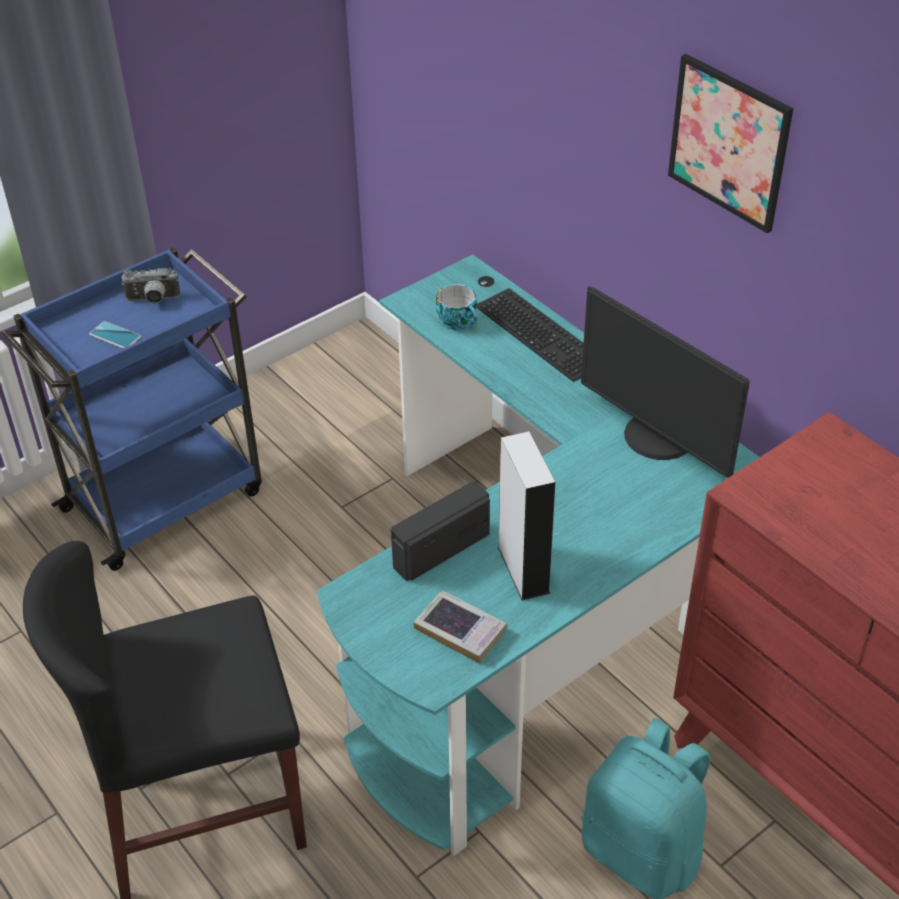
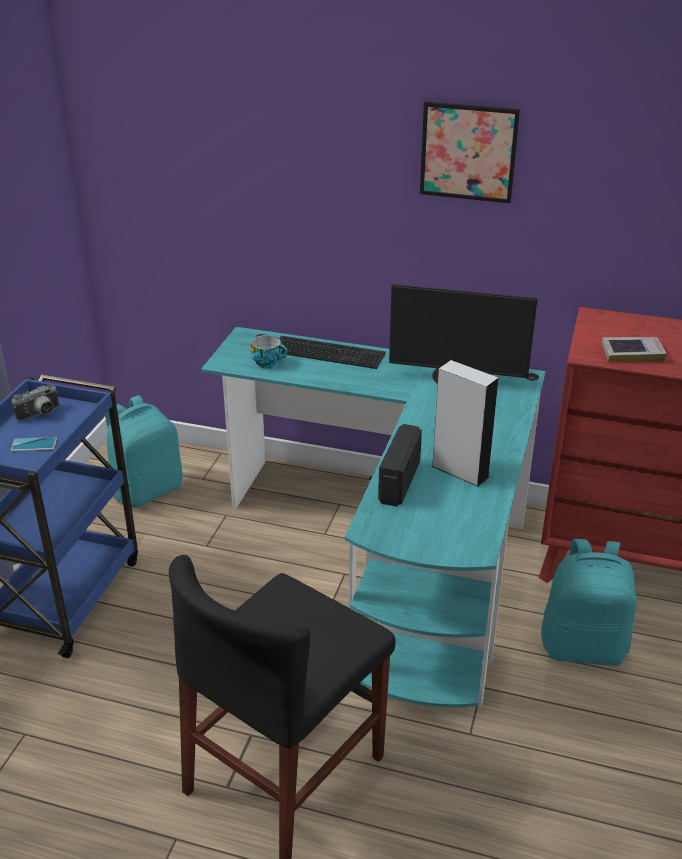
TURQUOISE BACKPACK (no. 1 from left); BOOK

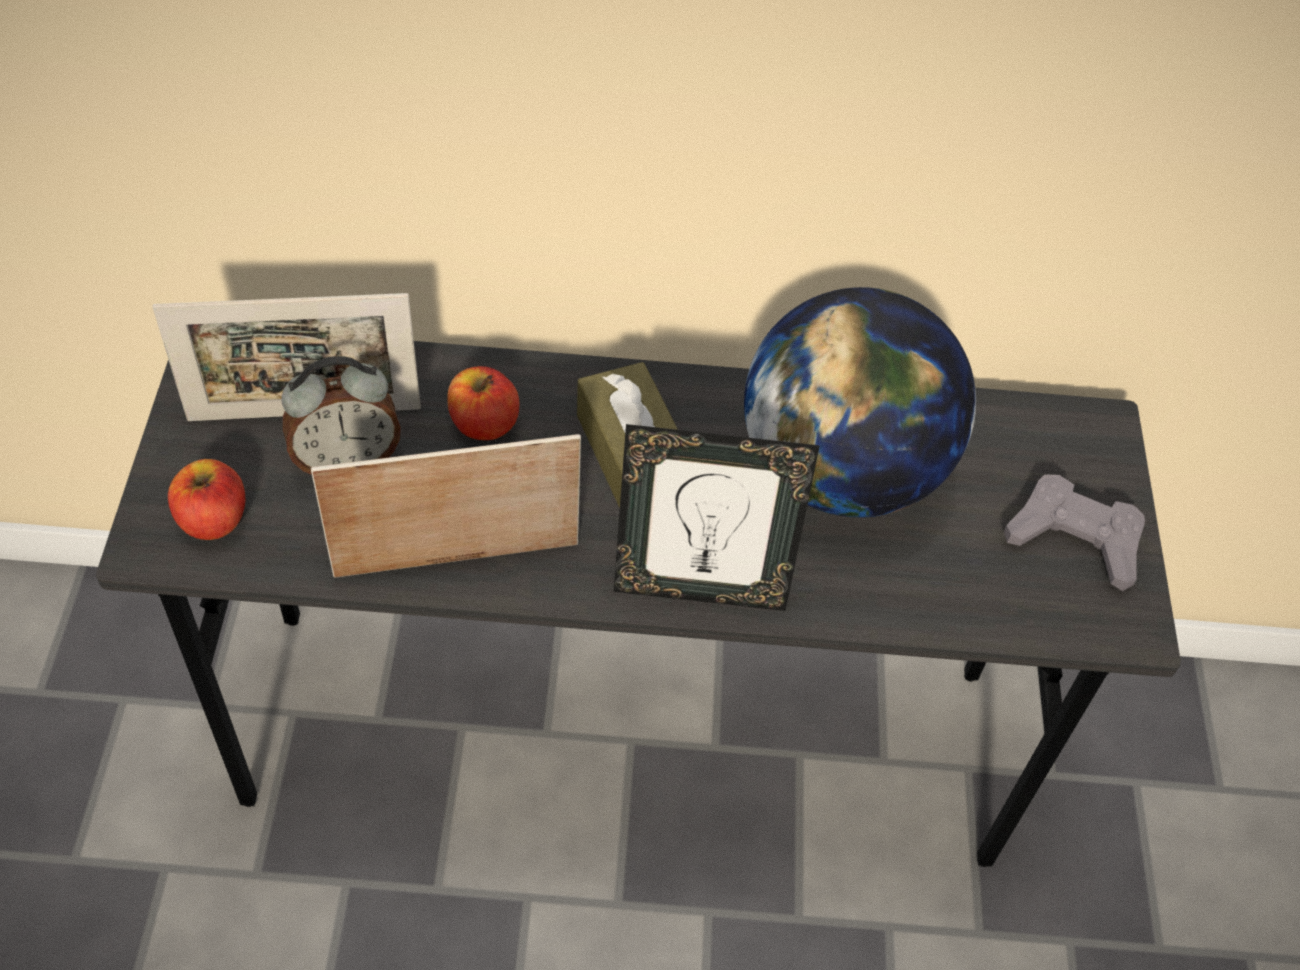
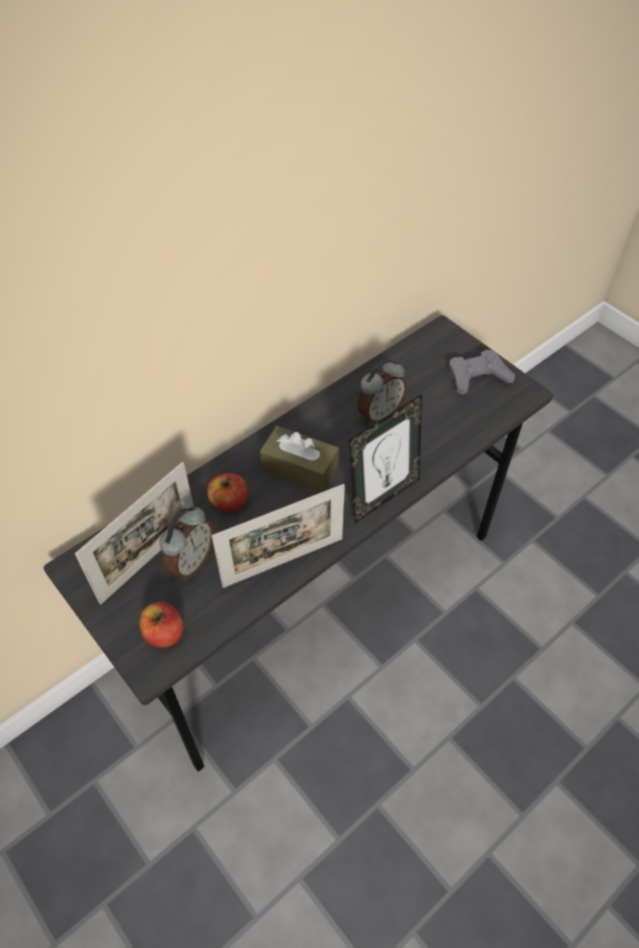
ALARM CLOCK (no. 2 from left); PICTURE FRAME (no. 2 from left)

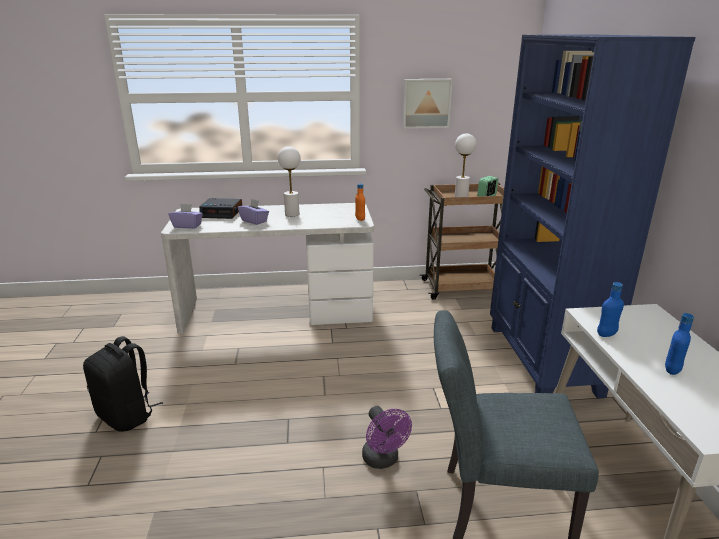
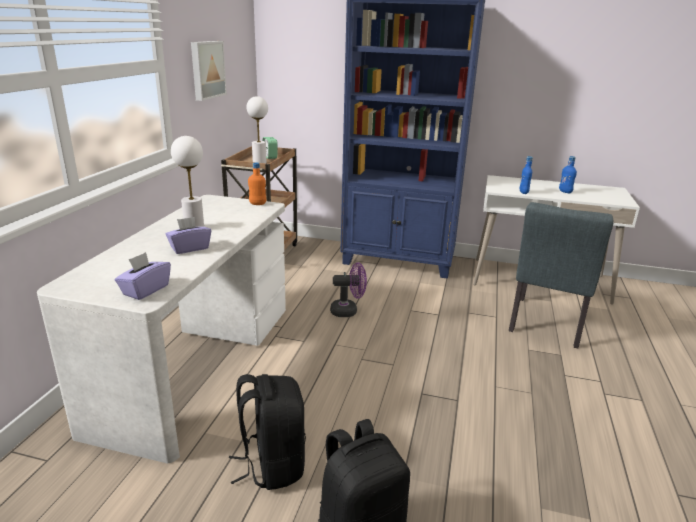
ALARM CLOCK (no. 1 from left in the first image); BLACK BACKPACK (no. 1 from left); PURPLE FAN

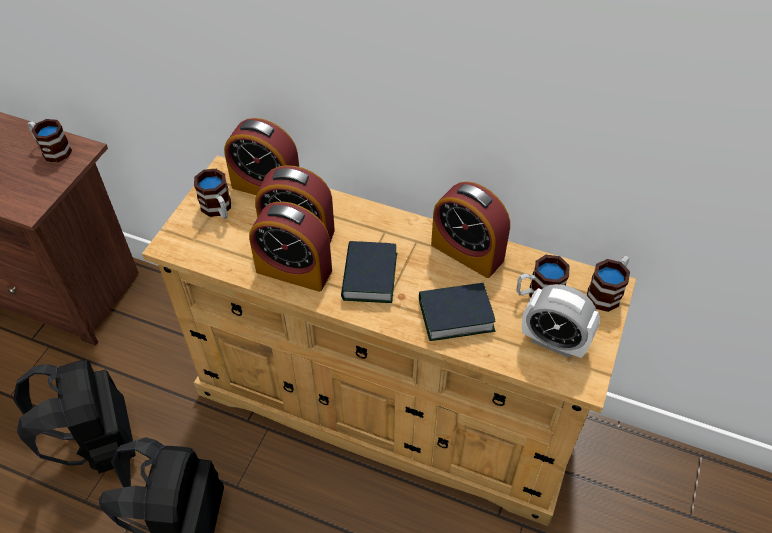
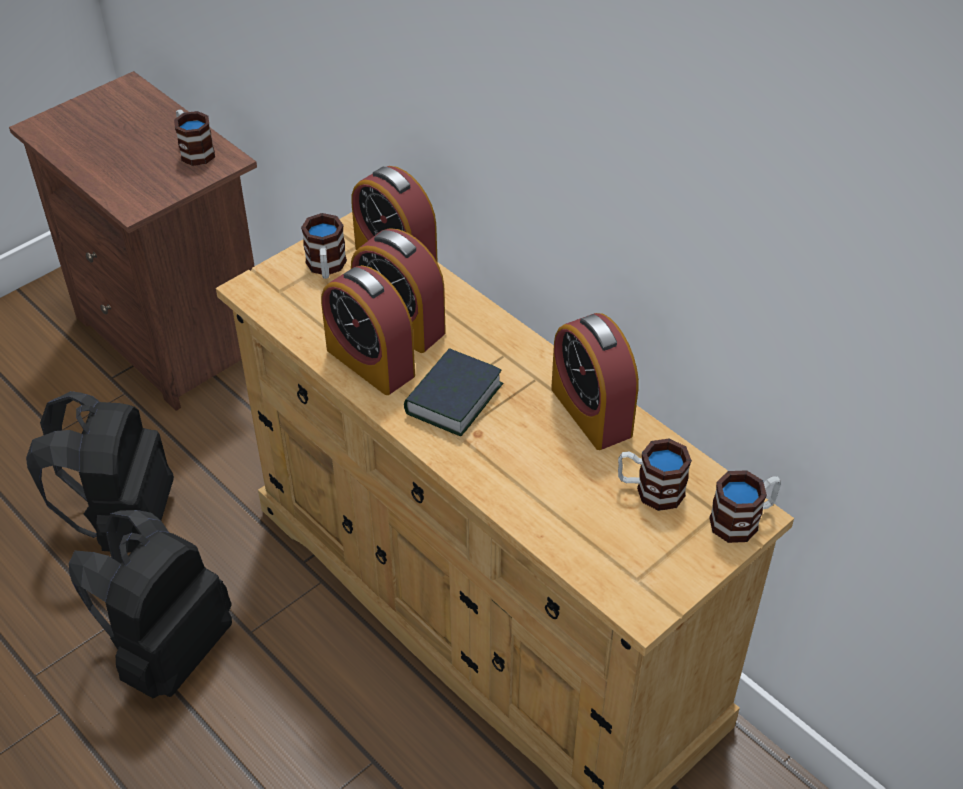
BOOK (no. 2 from left in the first image); ALARM CLOCK (no. 5 from left in the first image)

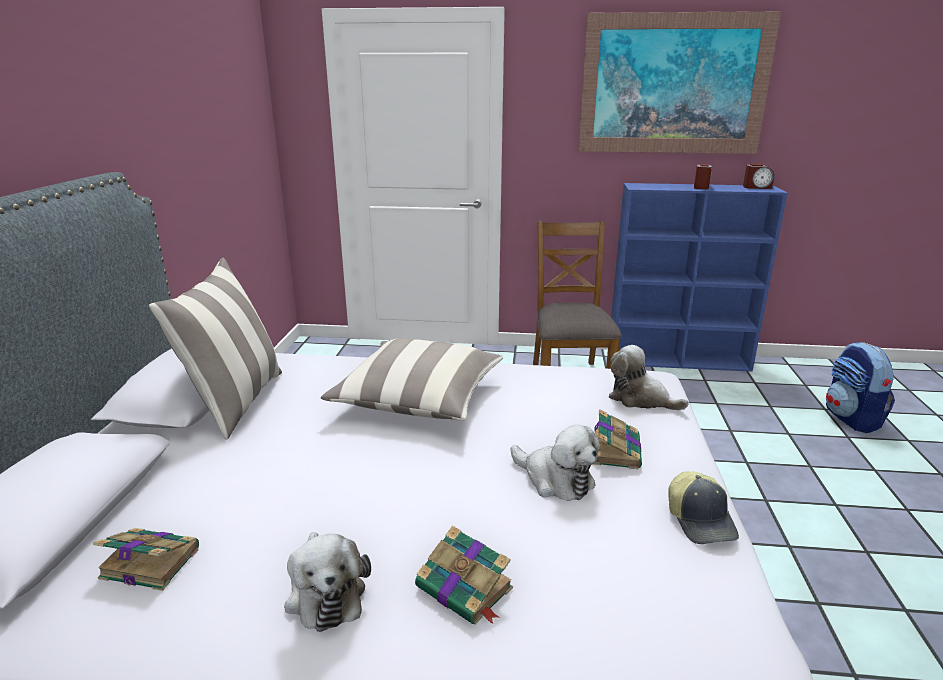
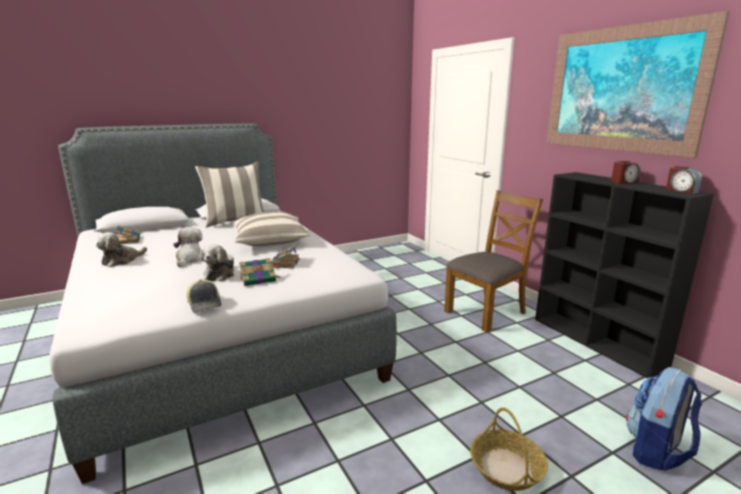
BASKET; BOOK (no. 3 from left); PLUSH TOY (no. 2 from left); BLACK BOOKCASE; CAP

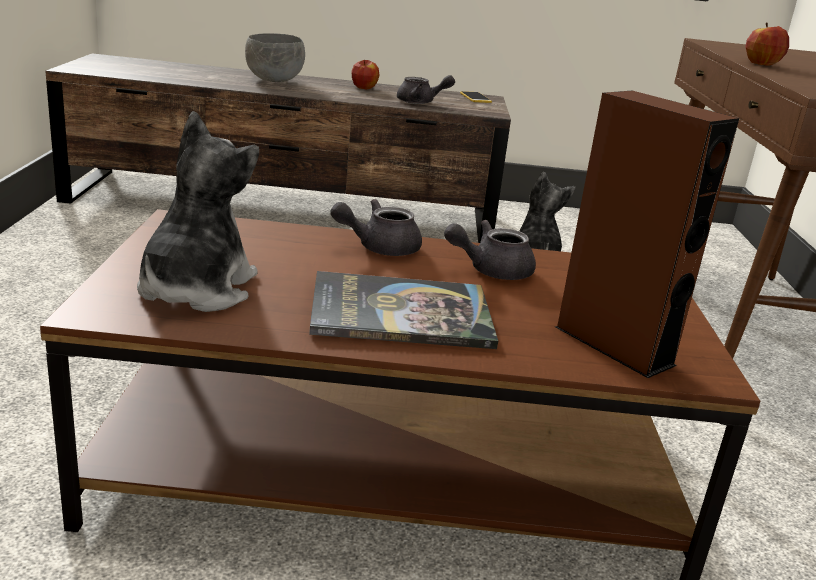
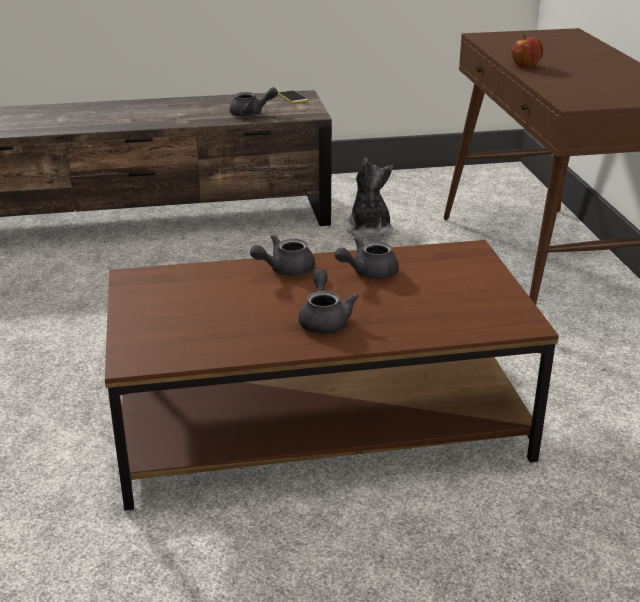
PLUSH TOY (no. 1 from left in the first image); GREY BOWL; APPLE (no. 1 from left in the first image); BROWN SPEAKER; GREY TEAPOT (no. 3 from left)

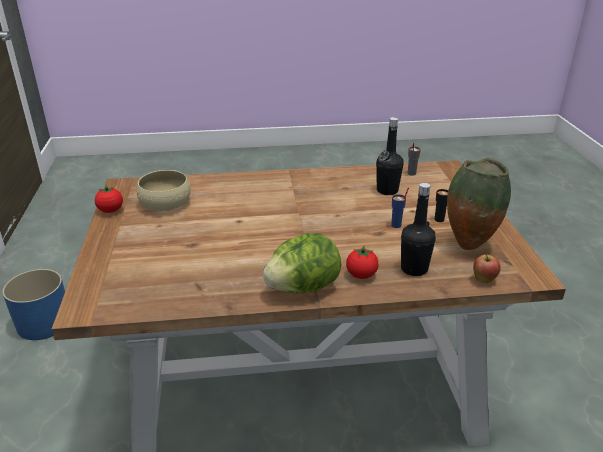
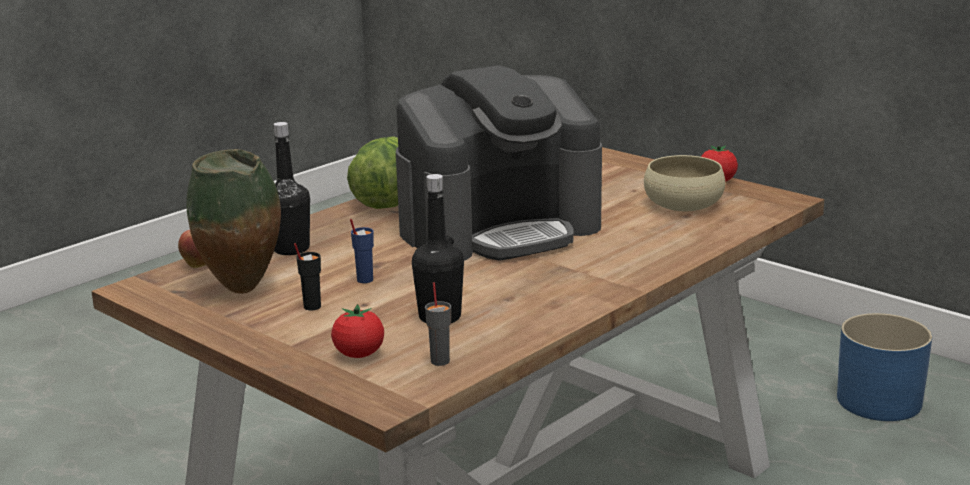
COFFEE MACHINE; TOMATO (no. 1 from left)

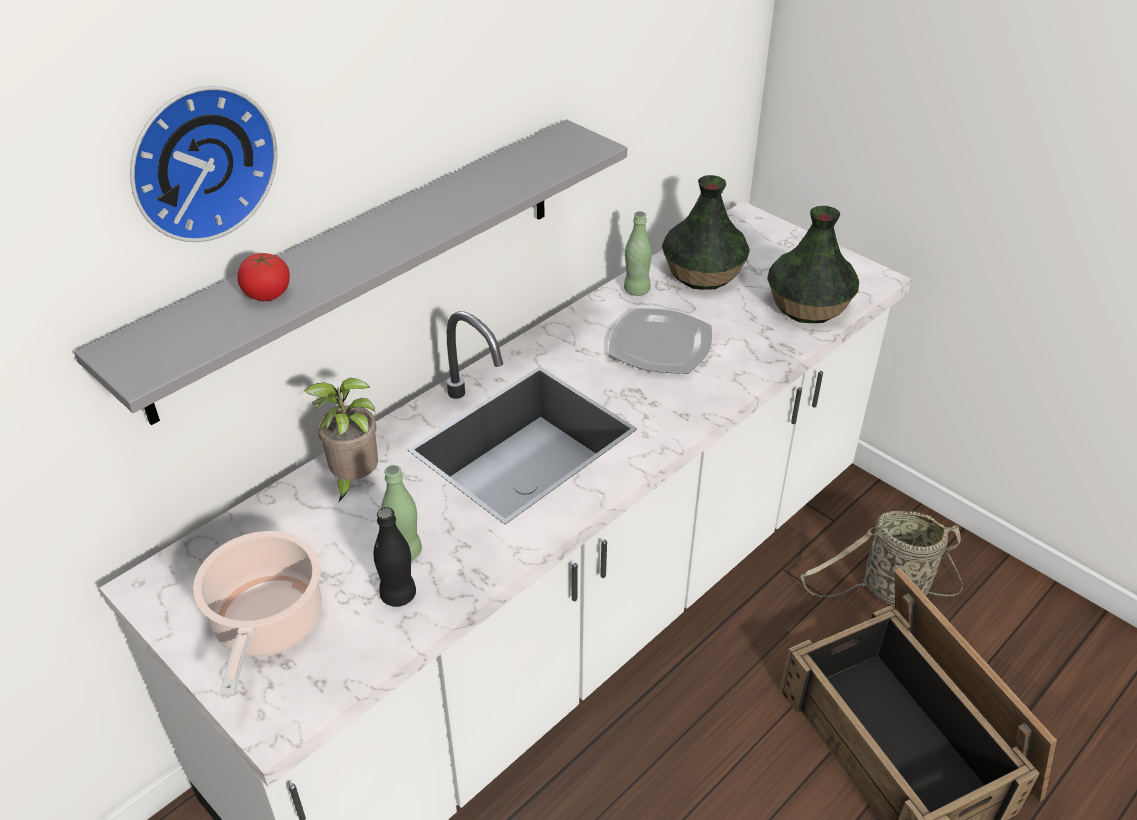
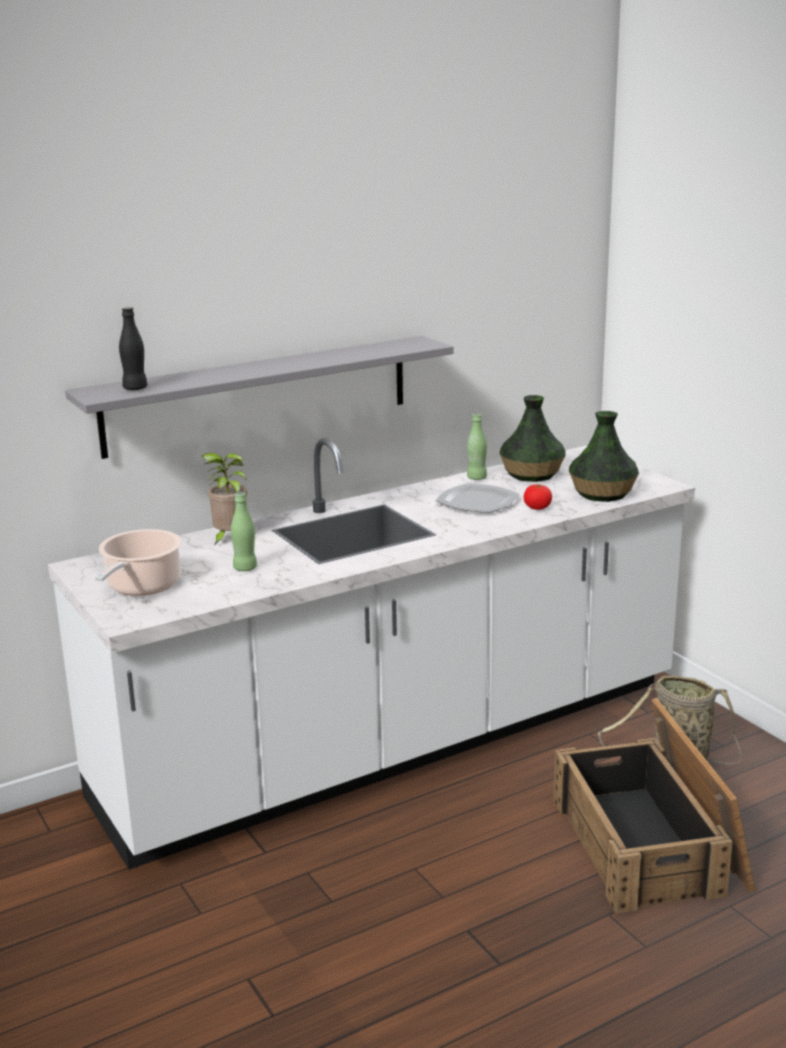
WALL CLOCK; TOMATO; BLACK BOTTLE

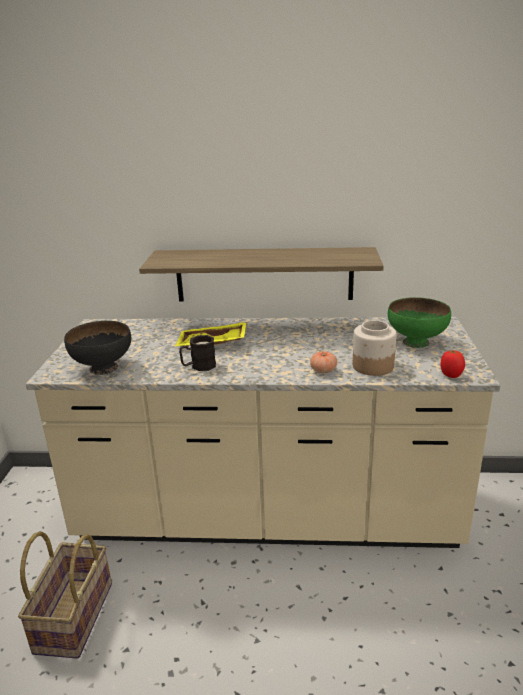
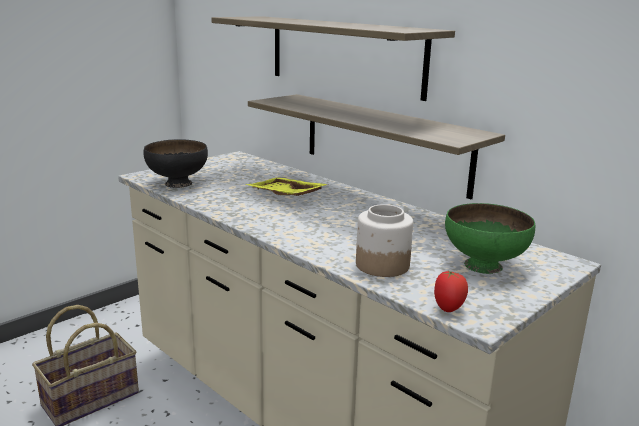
BLACK MUG; TOMATO (no. 1 from left in the first image); SHELF (no. 1 from left)

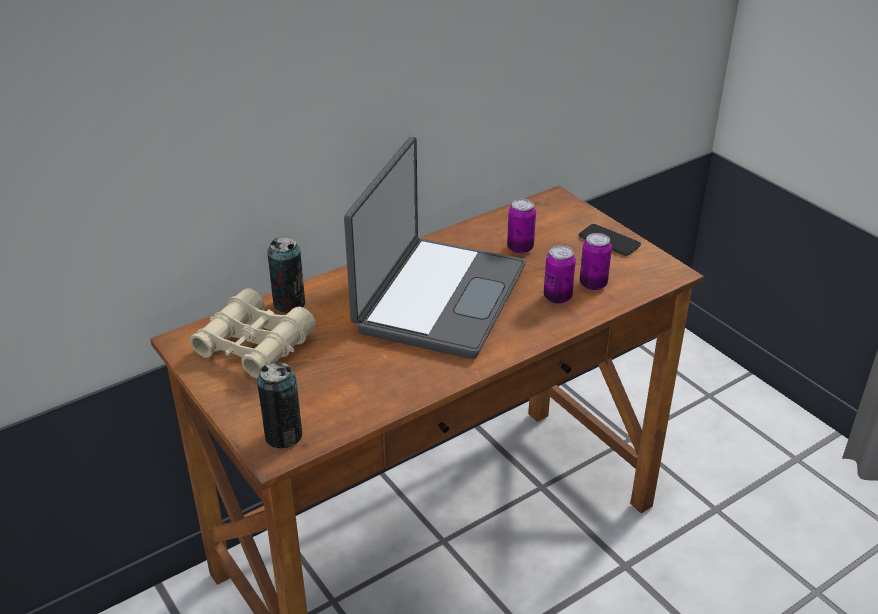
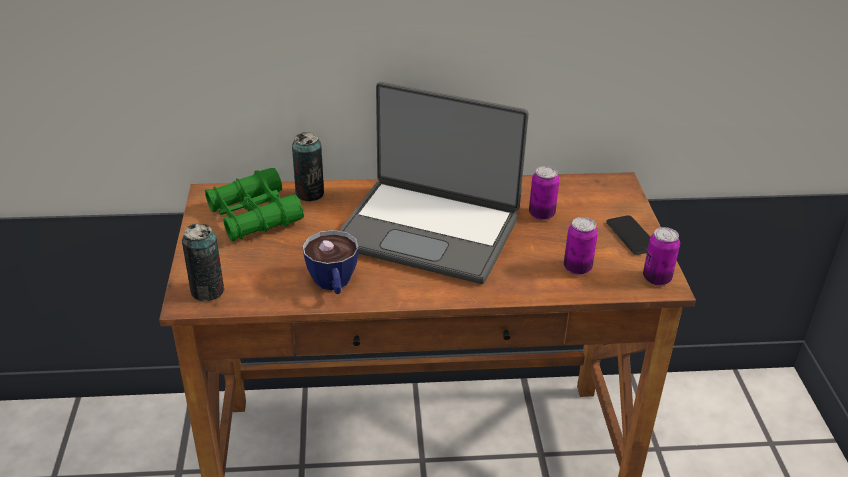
CUP; CAN (no. 5 from left); GREEN BINOCULARS; LAPTOP

